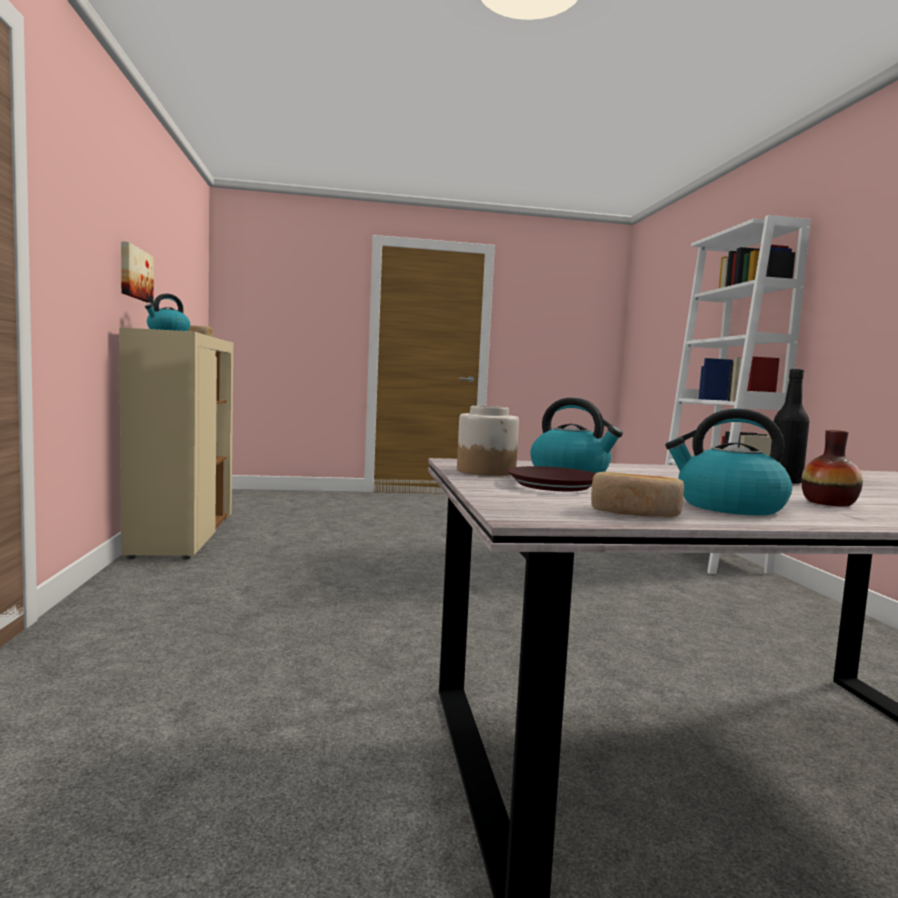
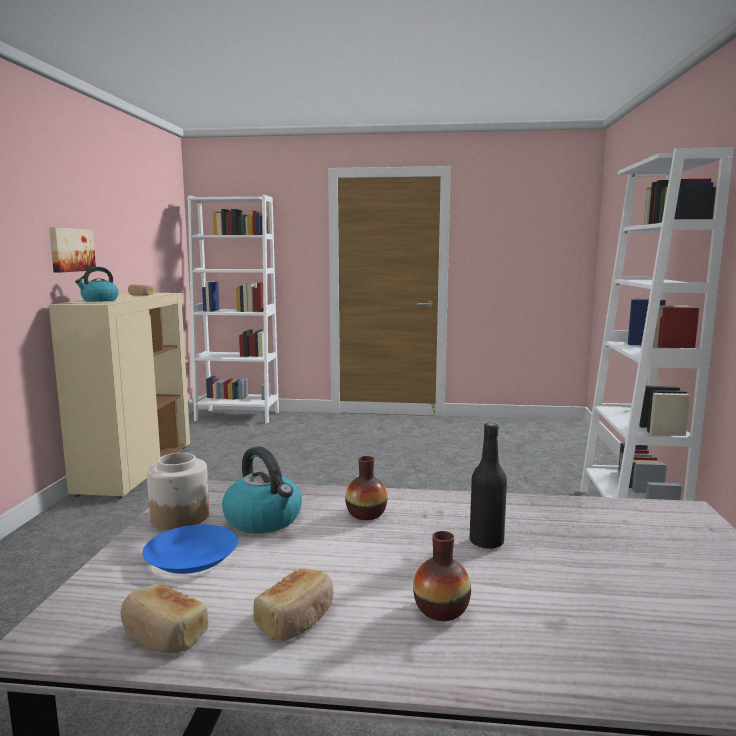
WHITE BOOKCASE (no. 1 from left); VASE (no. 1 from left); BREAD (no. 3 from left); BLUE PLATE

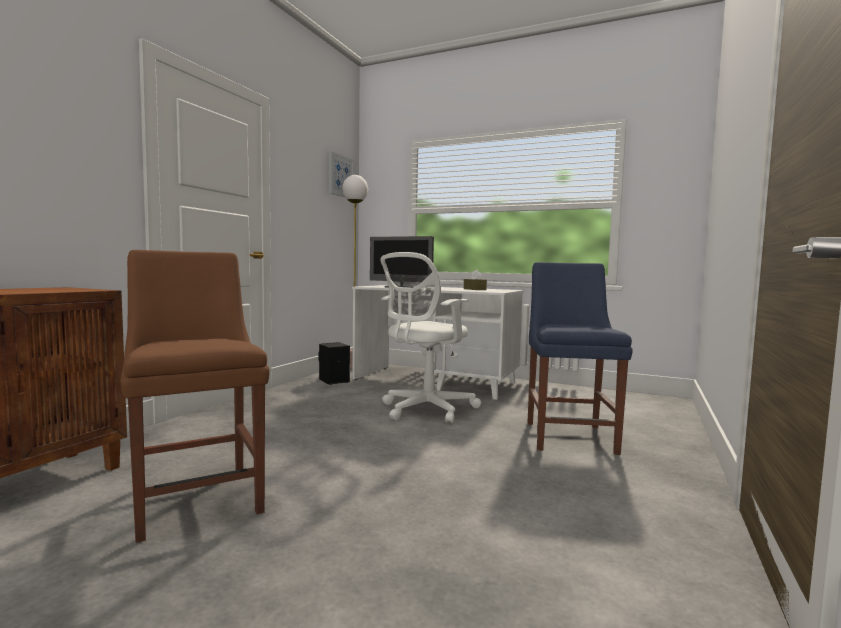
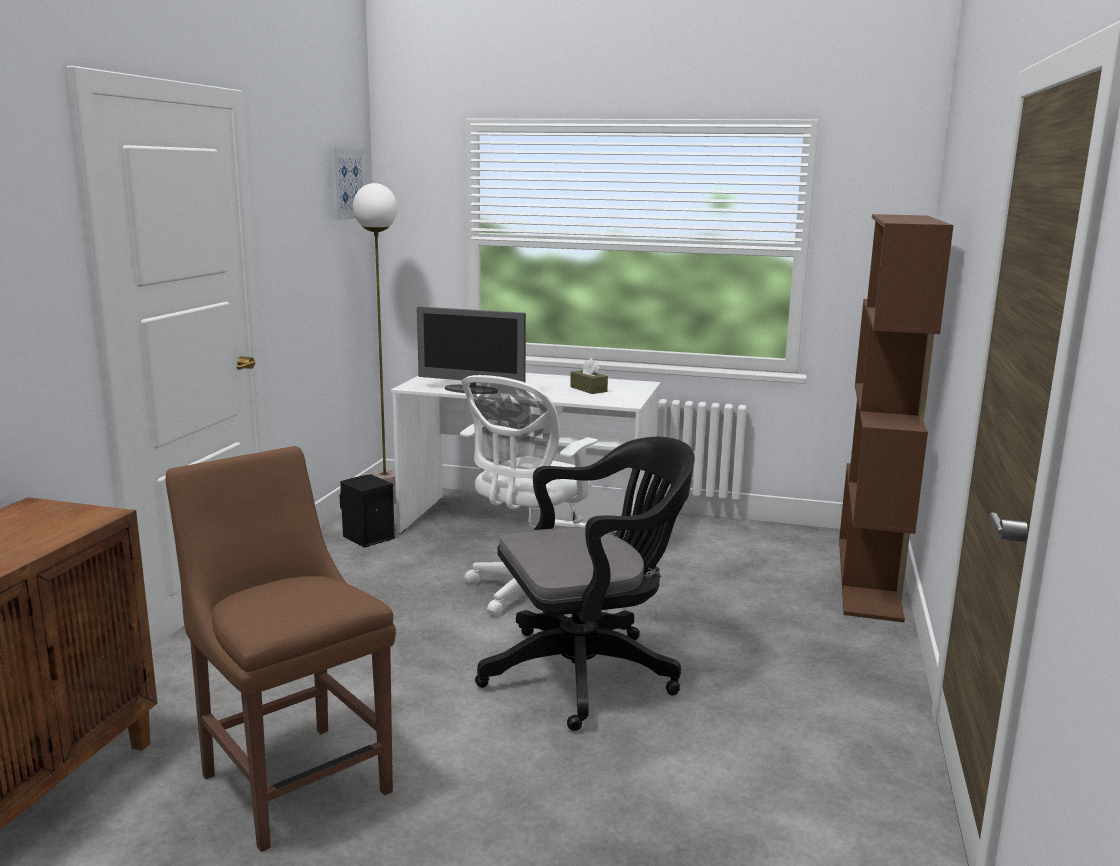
BLUE CHAIR; BLACK OFFICE CHAIR; BROWN BOOKCASE

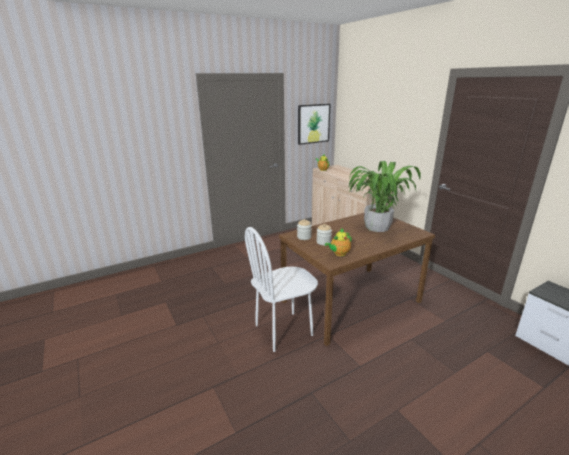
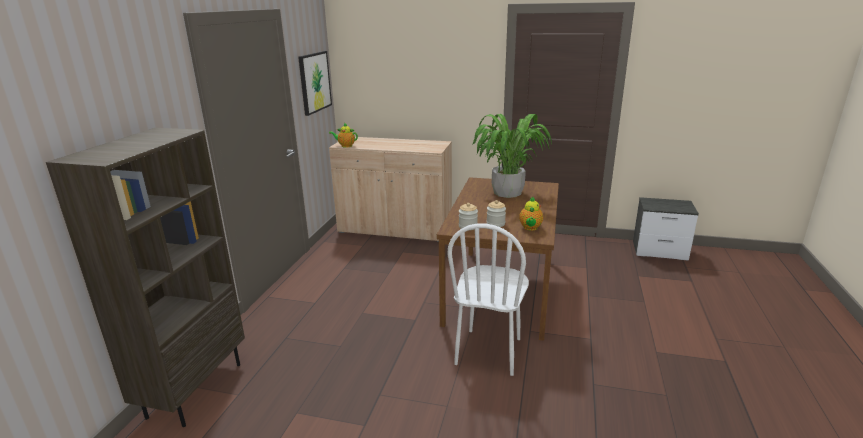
BROWN BOOKCASE

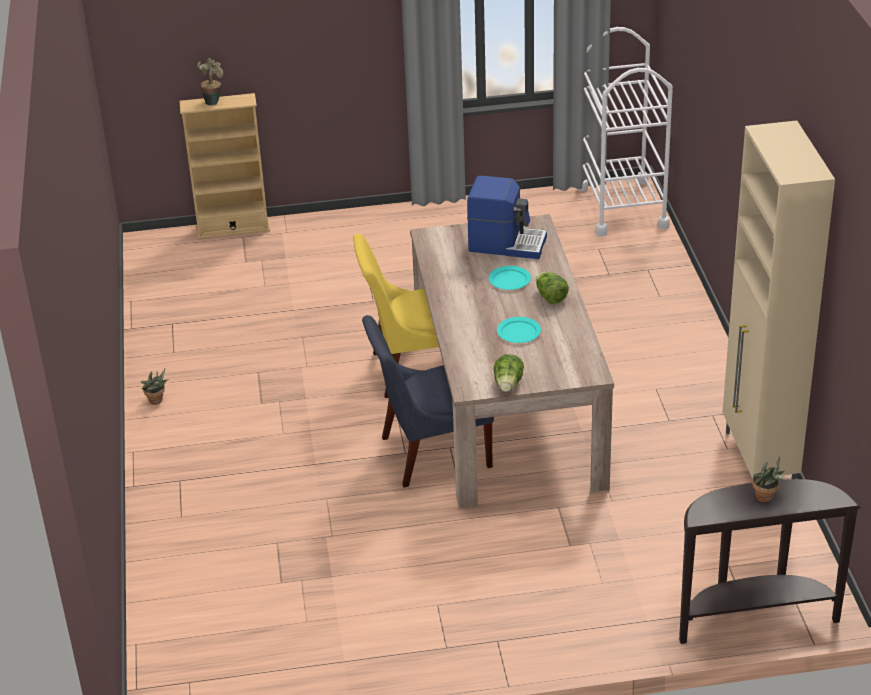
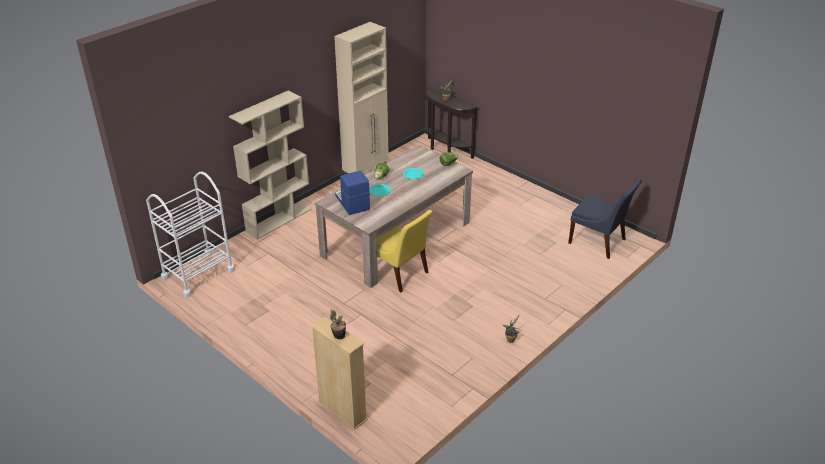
BEIGE BOOKCASE (no. 1 from left); BLUE CHAIR

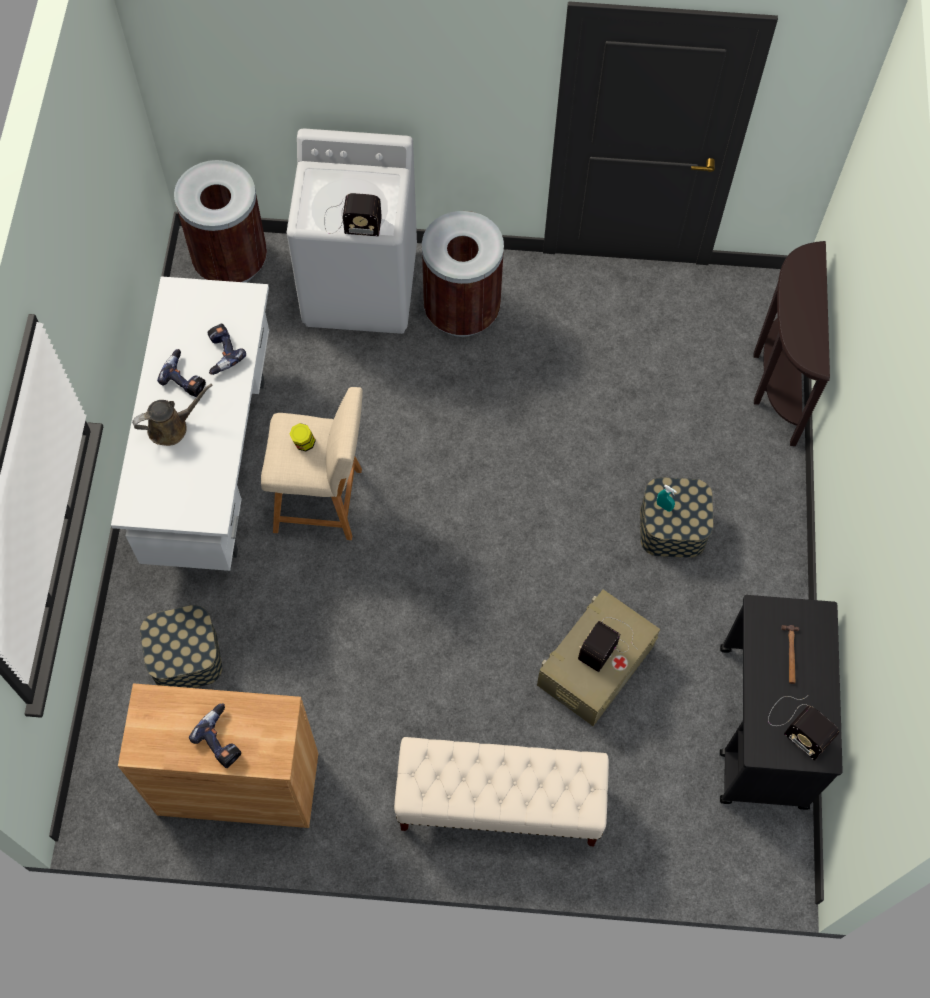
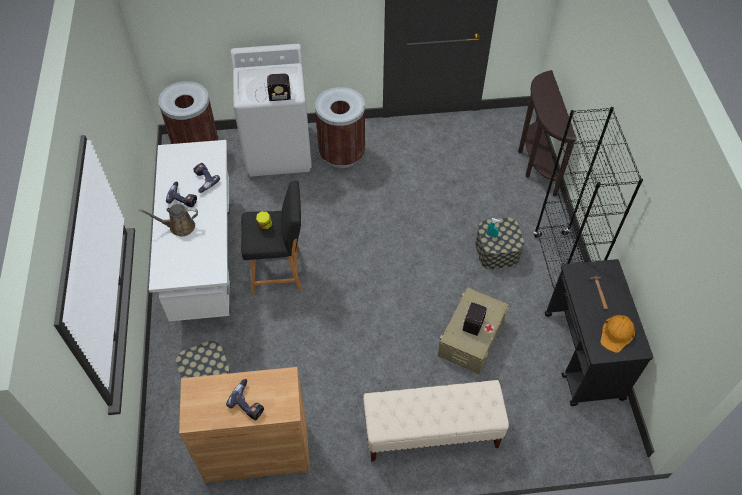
BLACK BOOKCASE; ORANGE HARD HAT; BLACK STOOL; BROWN WATERING CAN

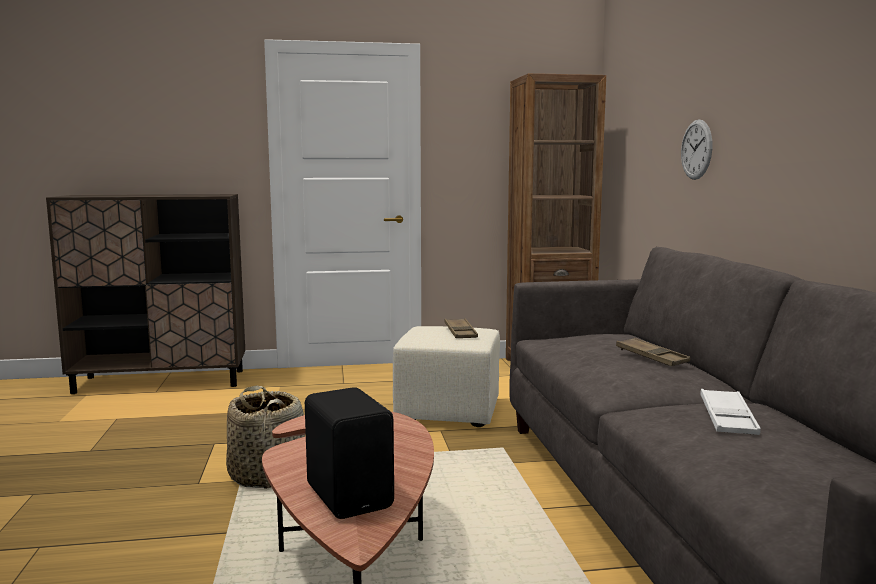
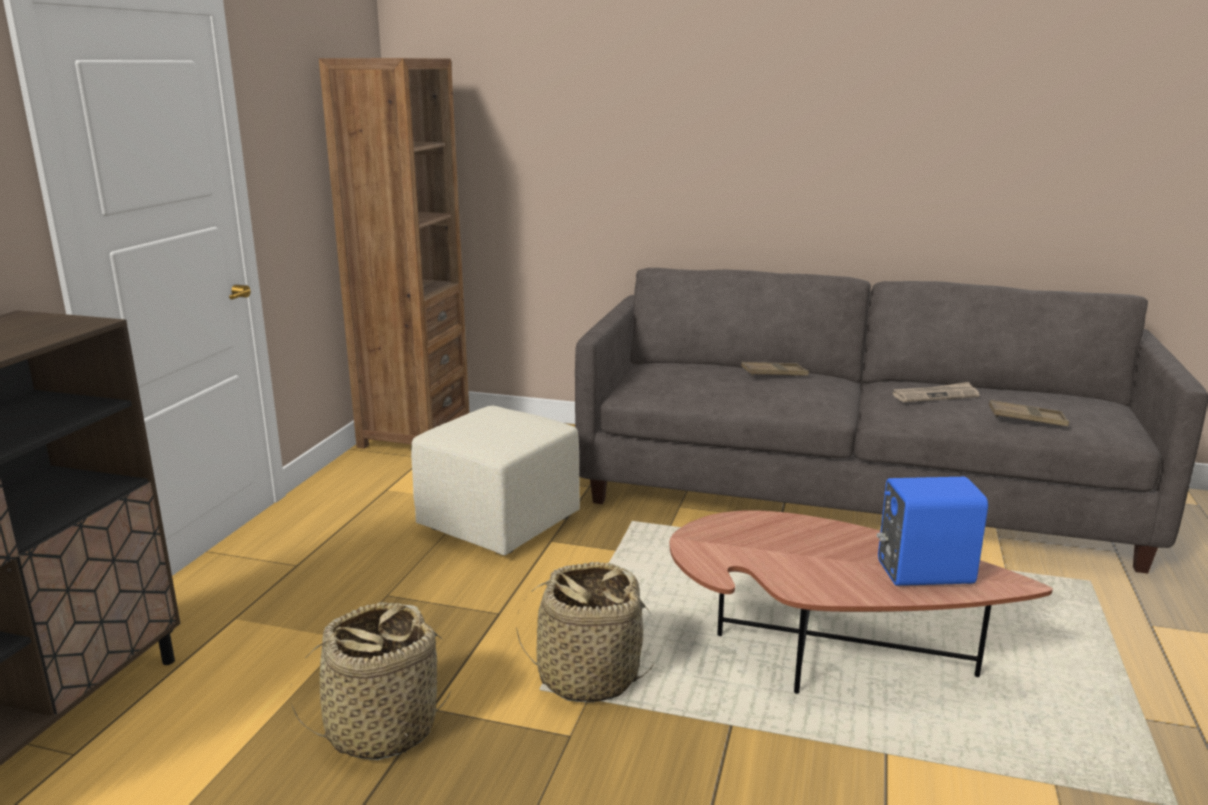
WALL CLOCK; BASKET (no. 1 from left); BROWN TRAY (no. 2 from left); NEWSPAPER; BLUE SPEAKER

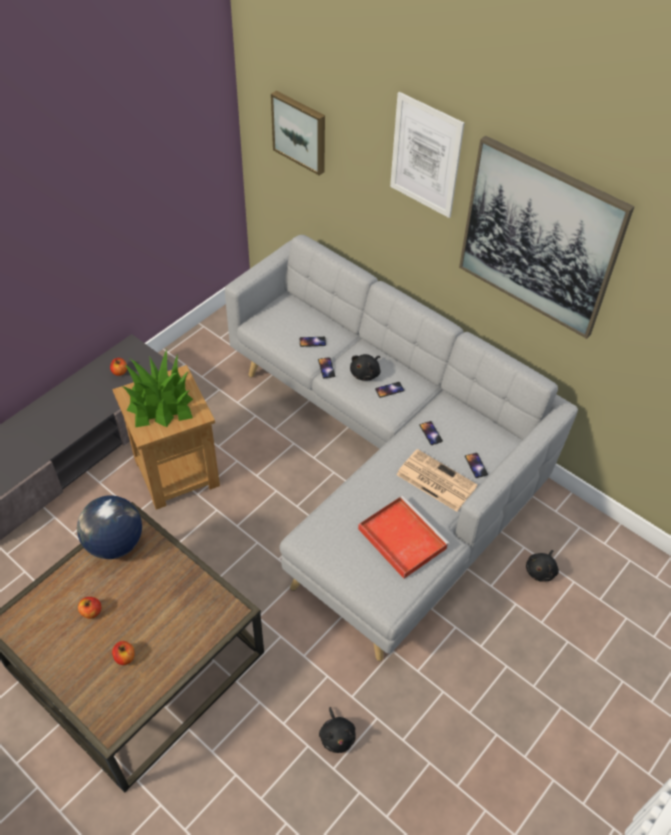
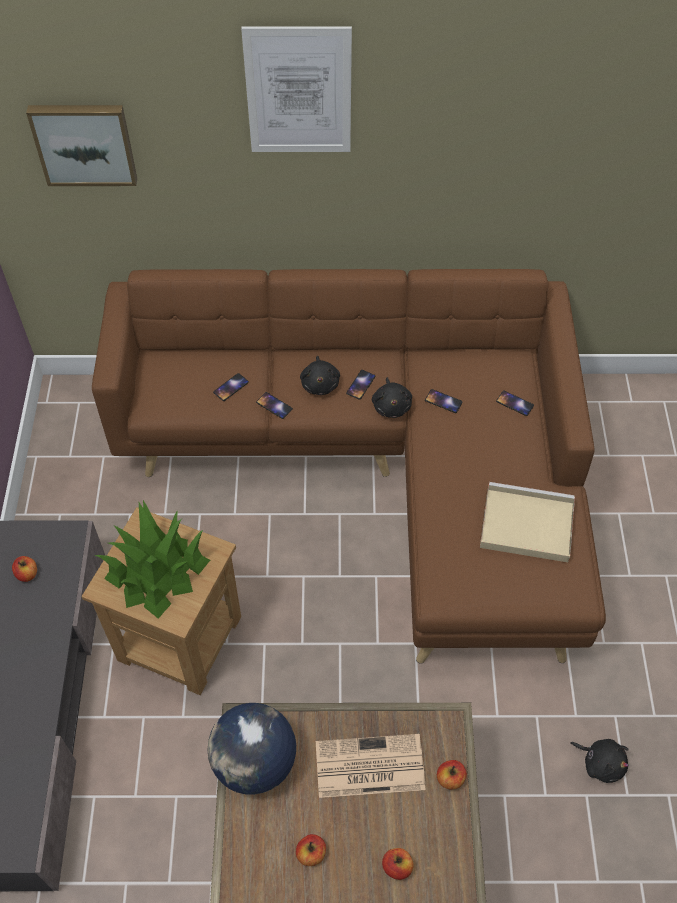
PICTURE (no. 3 from left in the first image); APPLE (no. 4 from left); NEWSPAPER; BLACK PLUSH TOY (no. 2 from left); BROWN SOFA; BEIGE TRAY

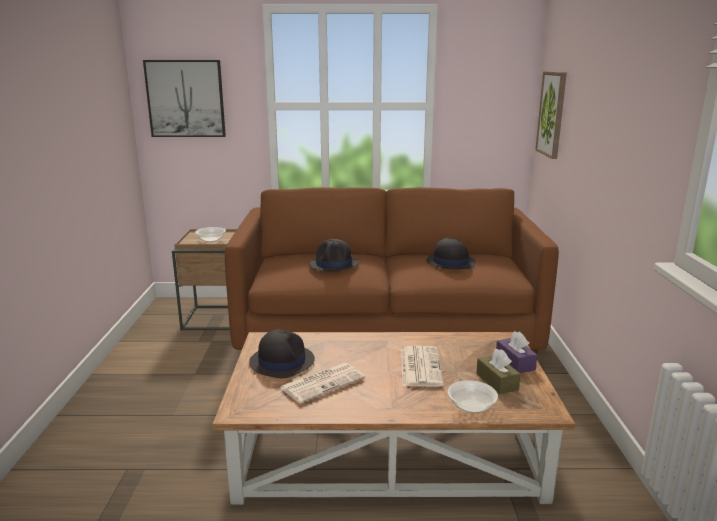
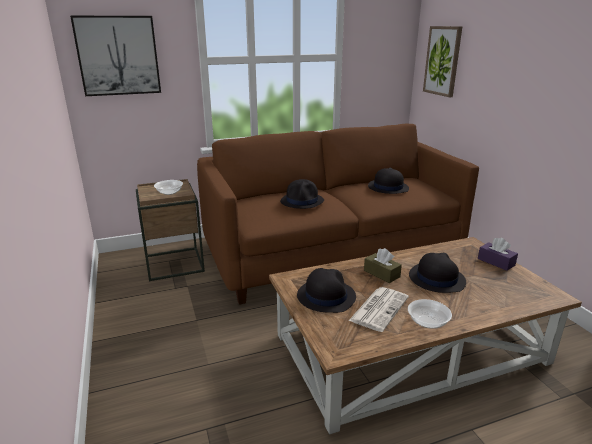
BOWL (no. 2 from left); BROWN TISSUE BOX; BLACK HAT (no. 4 from left)

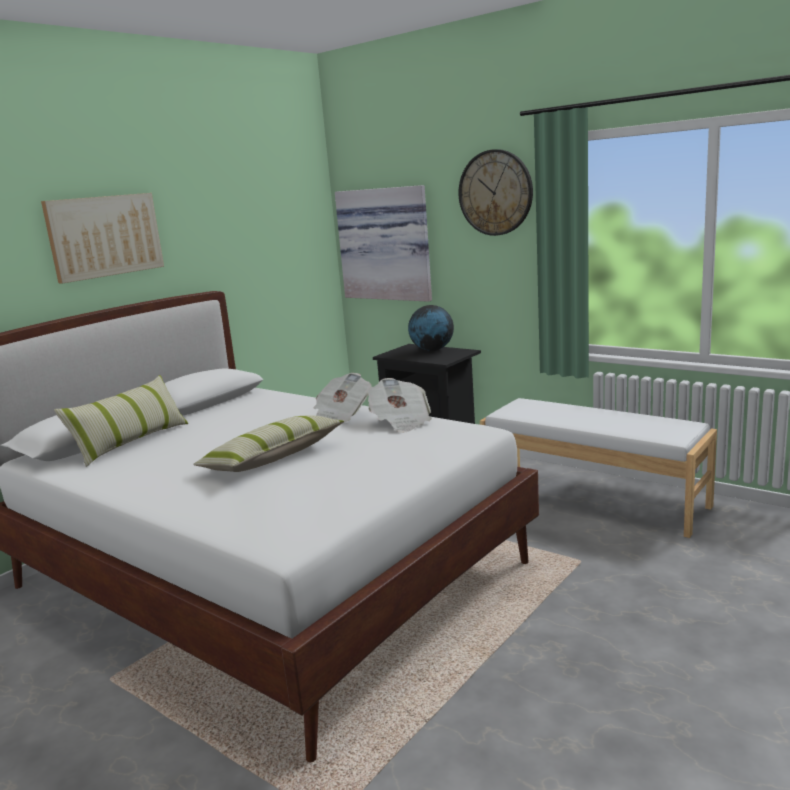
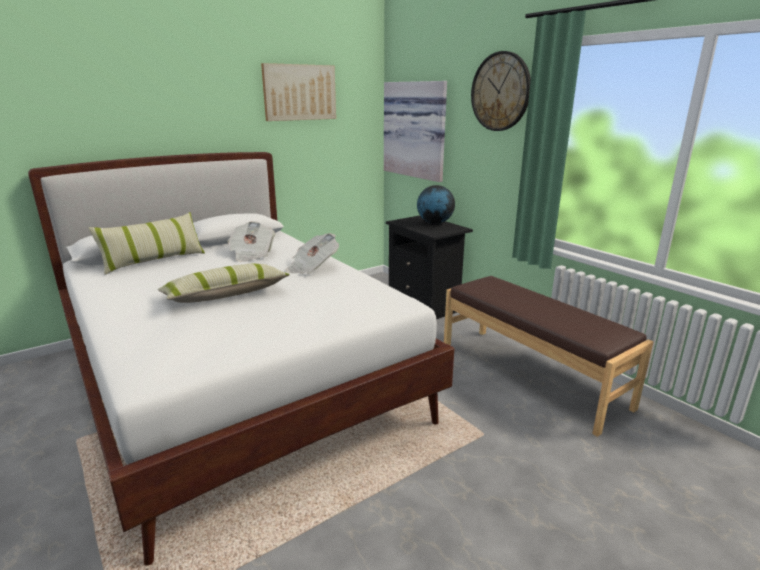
PICTURE (no. 1 from left); NEWSPAPER (no. 1 from left); BROWN BENCH

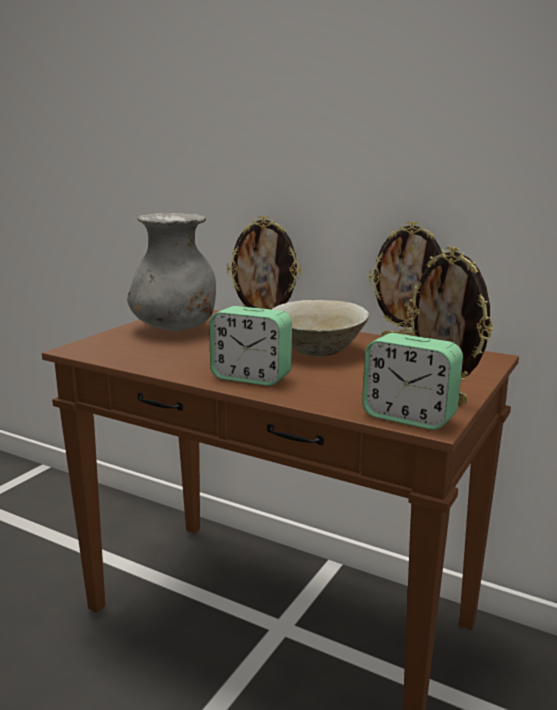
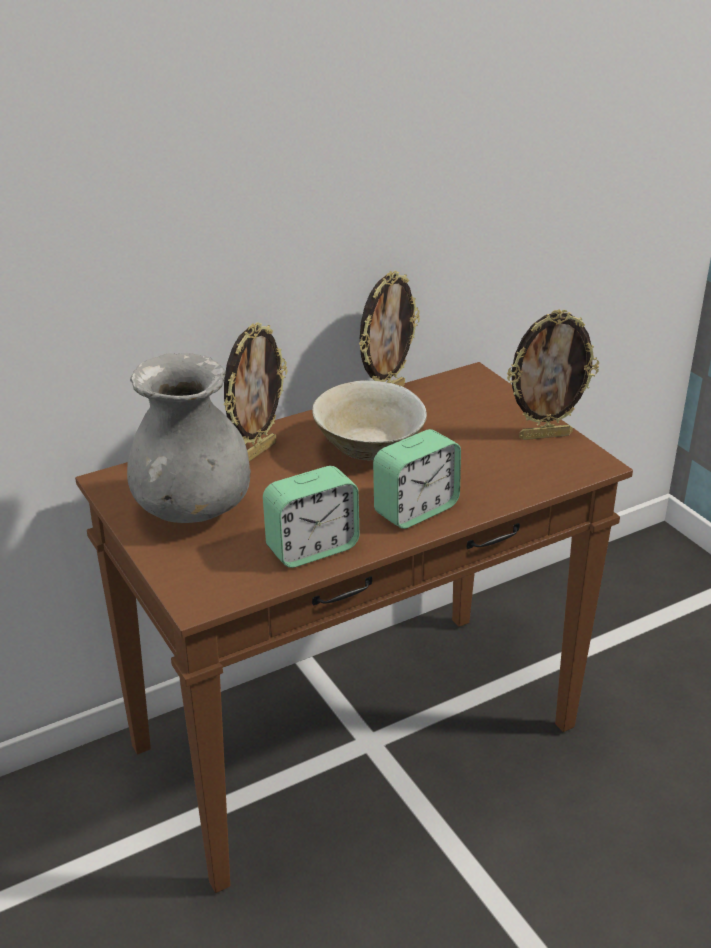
ALARM CLOCK (no. 1 from left)

